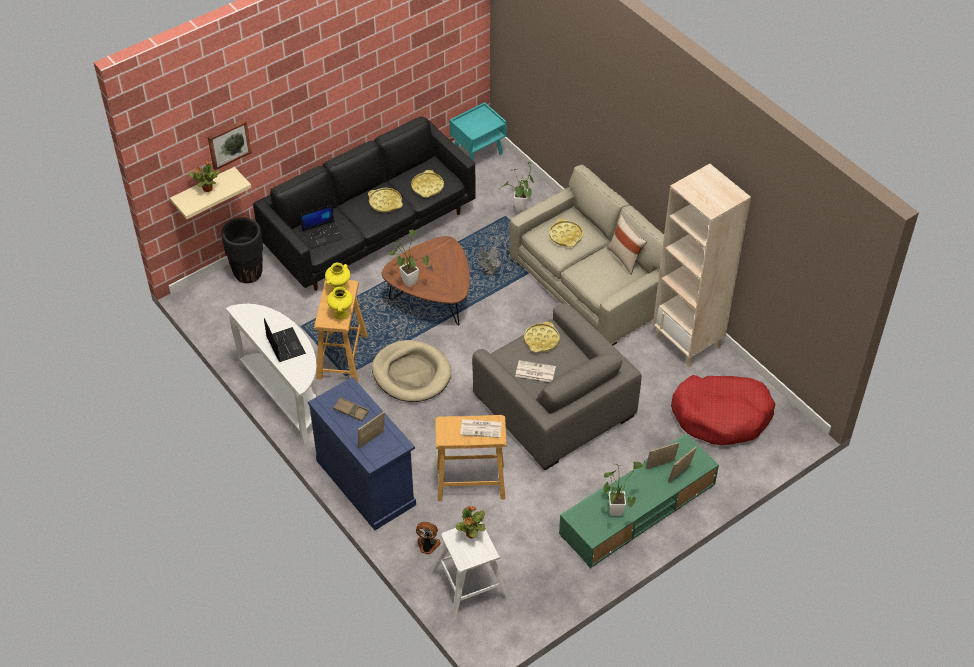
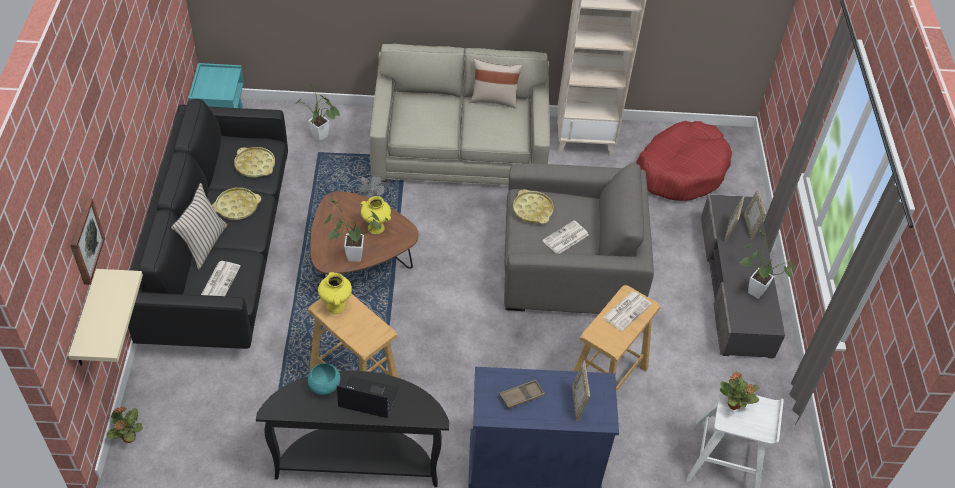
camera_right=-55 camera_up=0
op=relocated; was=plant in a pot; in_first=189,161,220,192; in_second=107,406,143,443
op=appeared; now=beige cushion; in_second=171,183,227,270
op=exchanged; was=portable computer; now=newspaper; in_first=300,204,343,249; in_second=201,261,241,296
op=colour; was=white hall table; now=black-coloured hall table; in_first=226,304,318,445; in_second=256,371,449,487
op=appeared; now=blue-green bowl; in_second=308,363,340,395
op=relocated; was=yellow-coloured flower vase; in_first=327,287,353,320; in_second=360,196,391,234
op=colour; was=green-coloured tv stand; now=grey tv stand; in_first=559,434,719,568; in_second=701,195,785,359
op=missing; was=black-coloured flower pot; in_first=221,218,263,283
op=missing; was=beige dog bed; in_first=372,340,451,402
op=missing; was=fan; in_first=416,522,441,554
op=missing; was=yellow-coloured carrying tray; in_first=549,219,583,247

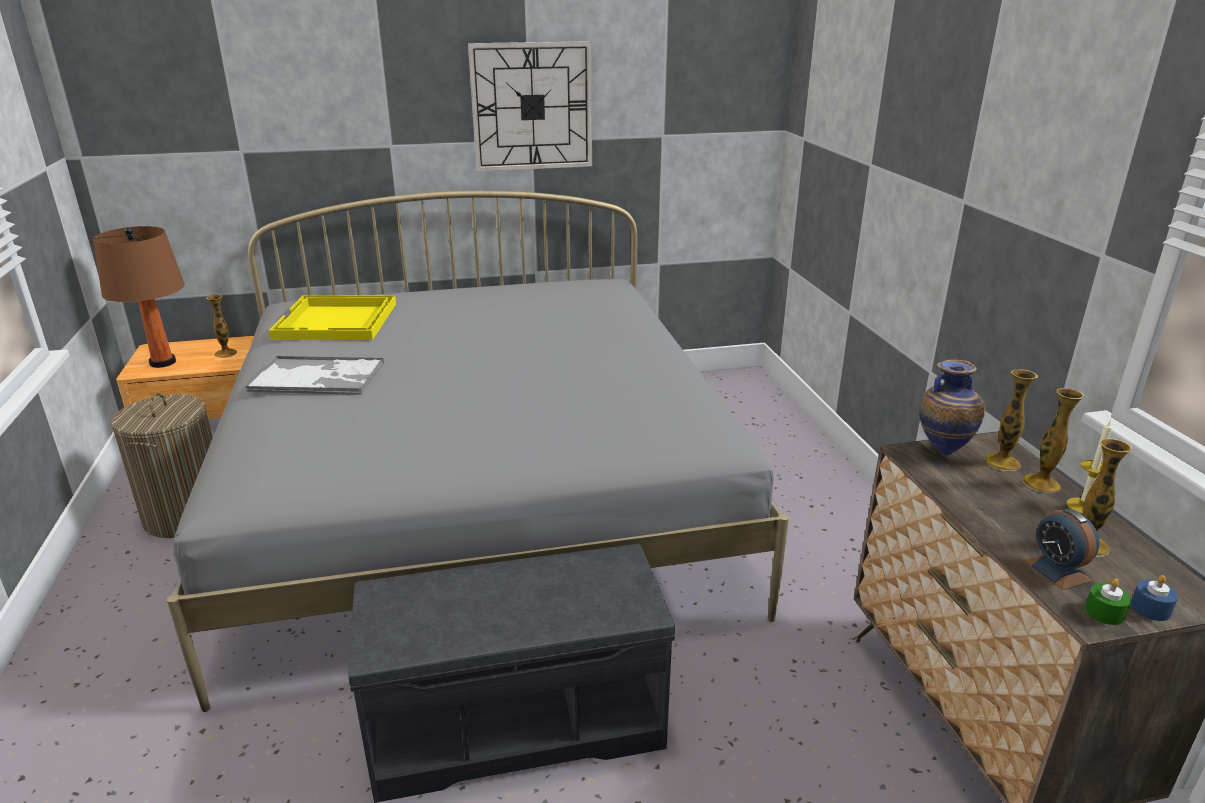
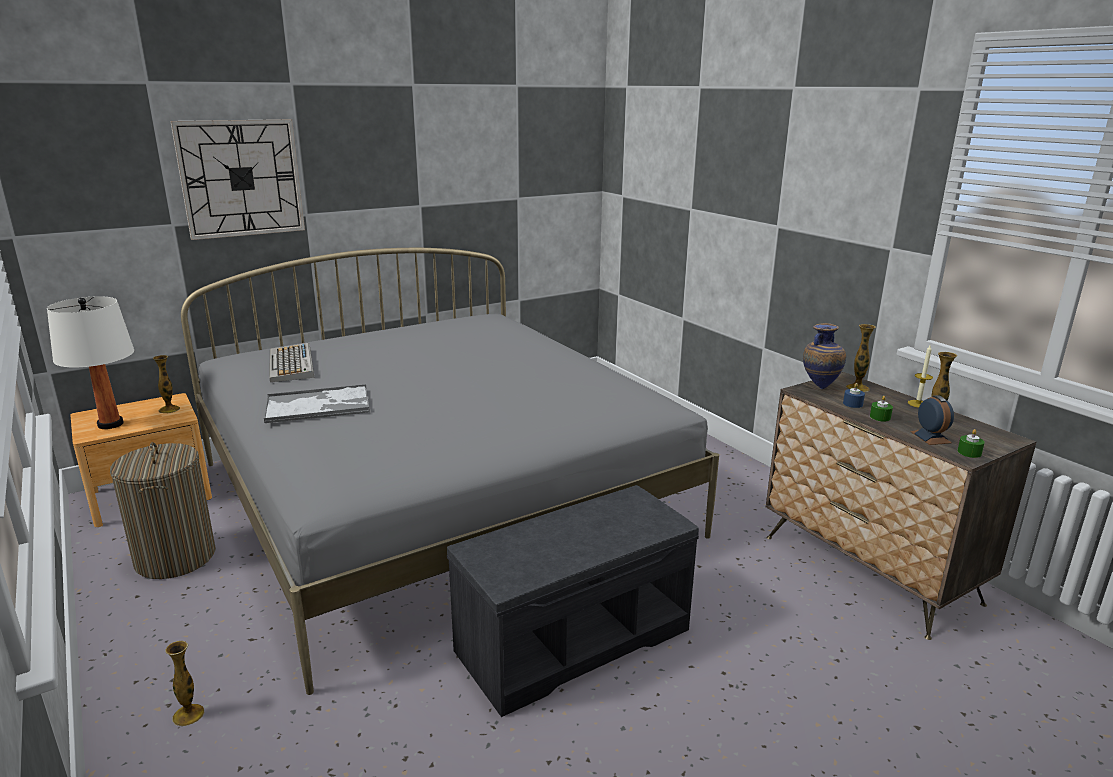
camera_right=-20 camera_up=-5
op=colour; was=brownish table lamp; now=white table lamp; in_first=93,226,185,368; in_second=47,296,134,429
op=relocated; was=flower vase; in_first=1022,388,1084,493; in_second=165,641,204,726
op=relocated; was=wall clock; in_first=468,41,592,172; in_second=170,119,305,240
op=exchanged; was=yellow-coloured carrying tray; now=keyboard; in_first=269,295,396,340; in_second=269,343,314,382
op=relocated; was=blue candle; in_first=1131,575,1178,621; in_second=843,383,865,408
op=appeared; now=green-coloured candle; in_second=870,396,893,422
op=spun; was=bedside clock; in_first=1024,508,1100,590; in_second=911,395,954,445; clockwise=-150

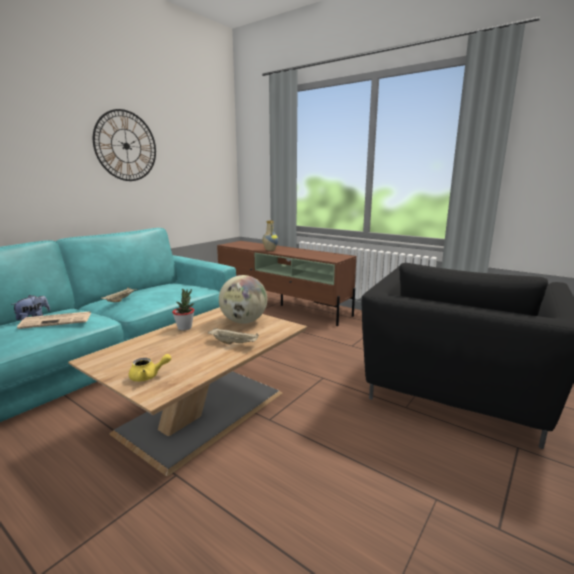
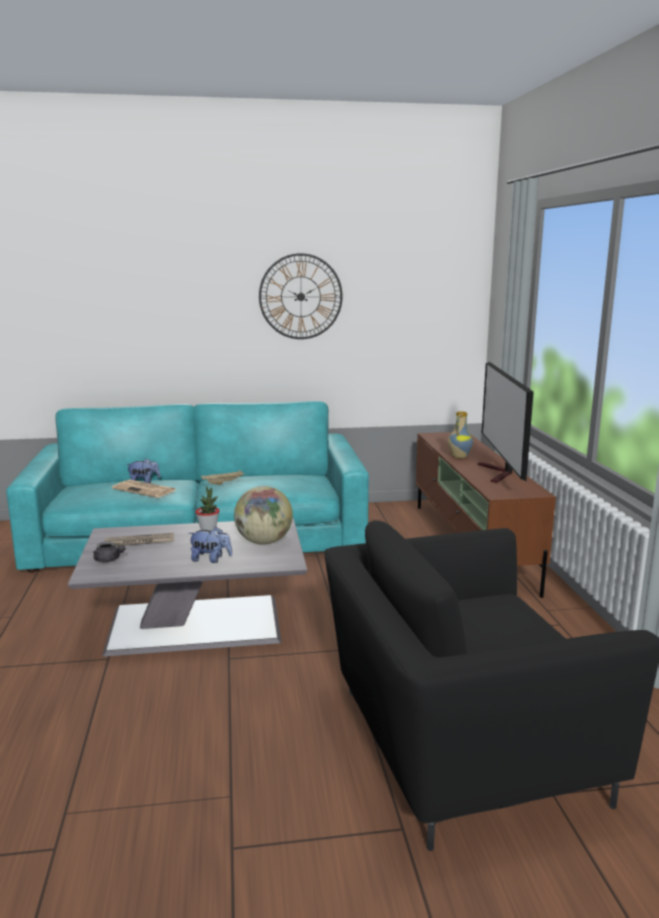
camera_right=45 camera_up=0
op=colour; was=brownish lounge table; now=grey lounge table; in_first=68,307,307,476; in_second=68,518,307,657
op=colour; was=yellow-coloured teapot; now=grey teapot; in_first=129,354,172,381; in_second=93,542,125,562
op=appeared; now=newspaper; in_second=104,533,174,546
op=exchanged; was=beige carrying tray; now=plush toy; in_first=208,328,259,345; in_second=189,527,232,563
op=appeared; now=television; in_second=478,362,534,483

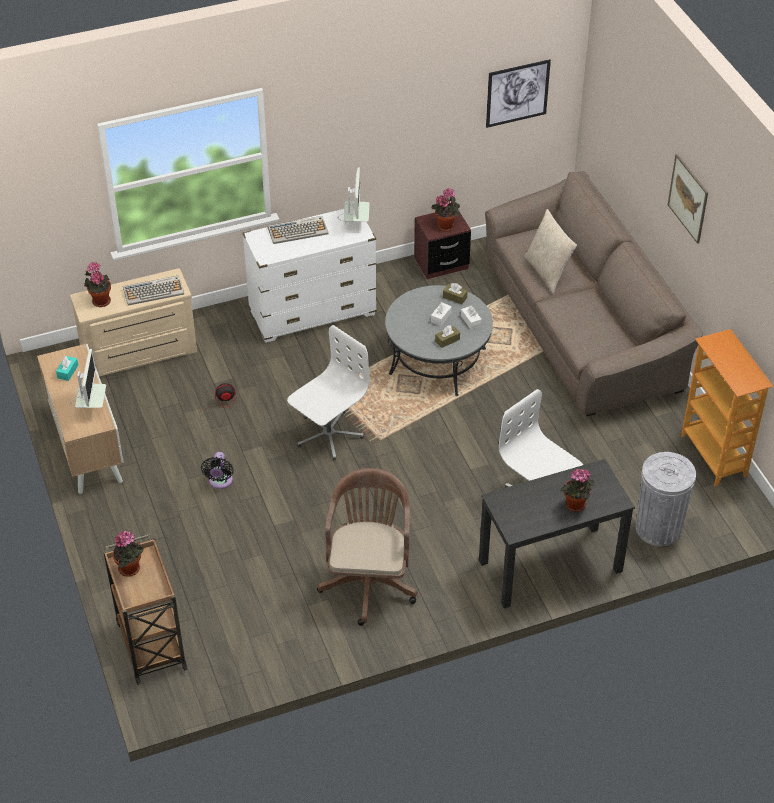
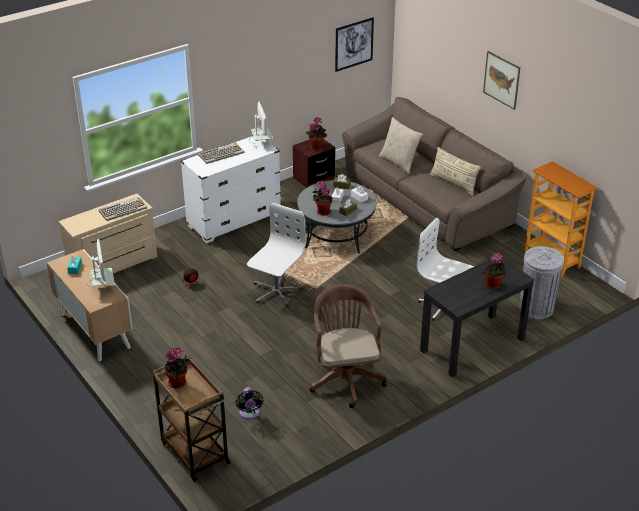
camera_right=-15 camera_up=-10
op=relocated; was=black-coloured fan; in_first=201,452,234,489; in_second=236,387,264,420
op=relocated; was=plant in a pot; in_first=84,262,111,307; in_second=313,181,333,216
op=appeared; now=beige cushion; in_second=430,147,481,195

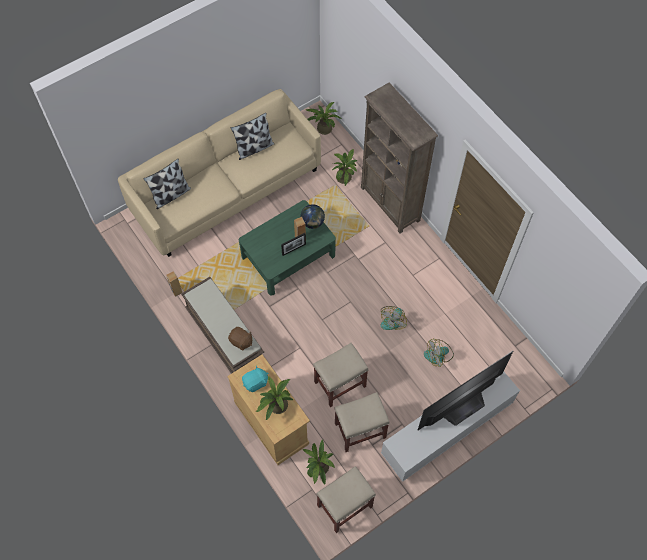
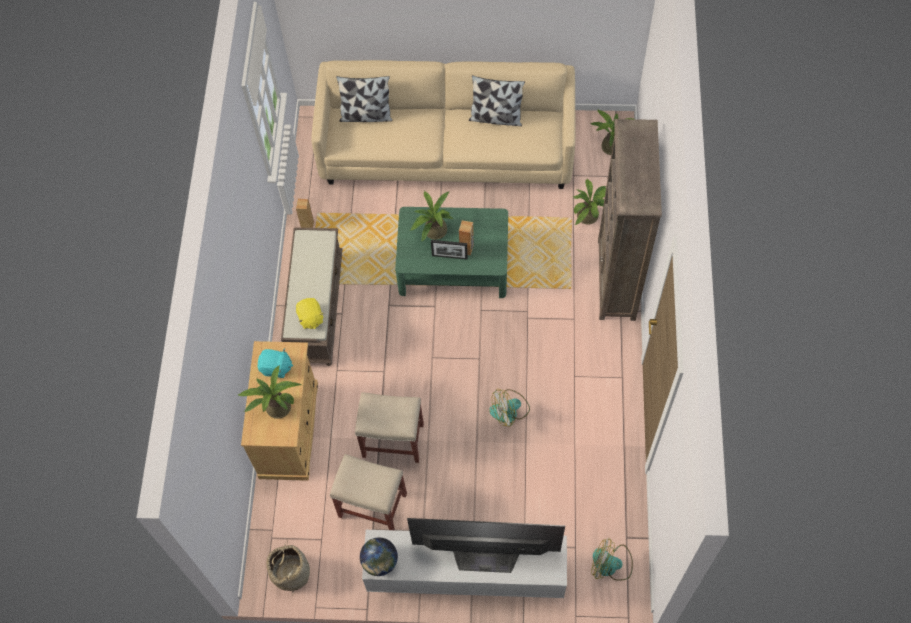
camera_right=40 camera_up=0
op=exchanged; was=beige stool; now=basket; in_first=317,466,376,533; in_second=266,539,310,595
op=colour; was=brownish plush toy; now=yellow-coloured plush toy; in_first=228,327,252,351; in_second=296,298,324,329
op=relocated; was=world globe; in_first=300,204,325,229; in_second=360,538,398,576
op=relocated; was=plant in a pot; in_first=303,440,335,485; in_second=411,191,453,242
op=relocated; was=fan; in_first=424,339,454,367; in_second=591,539,633,581

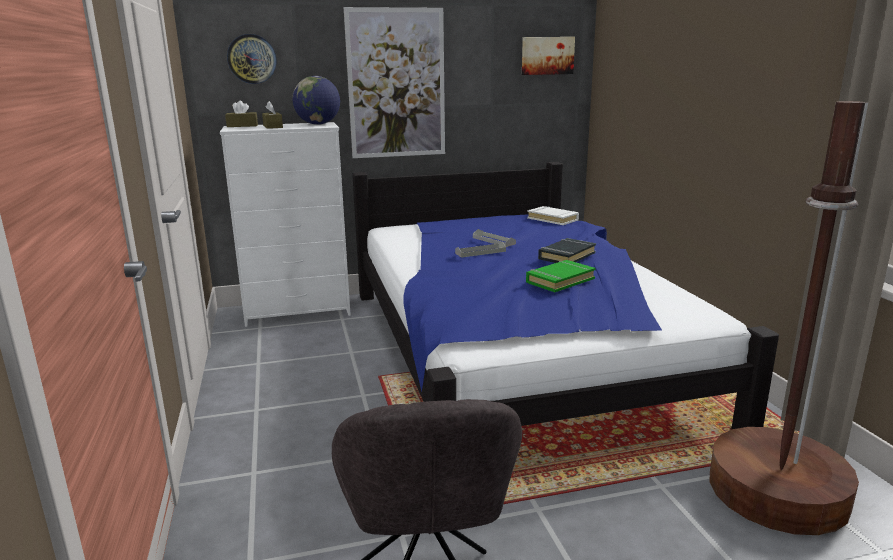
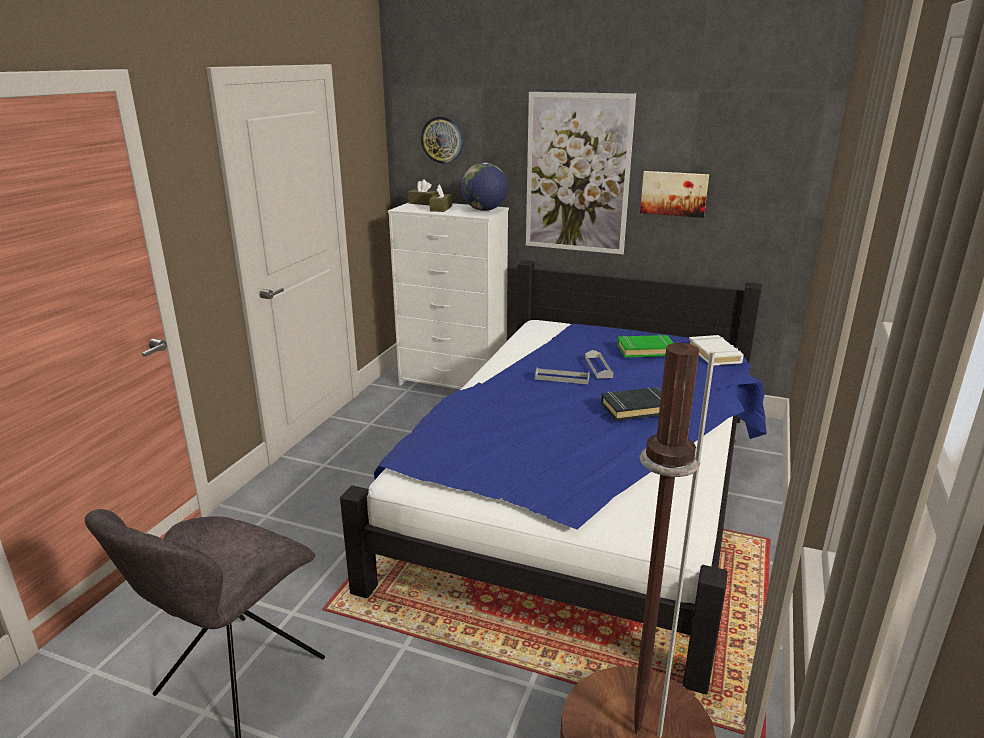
camera_right=35 camera_up=5
op=relocated; was=green-coloured volume; in_first=526,260,596,292; in_second=617,335,673,358
op=relocated; was=picture; in_first=522,37,575,75; in_second=640,171,709,218

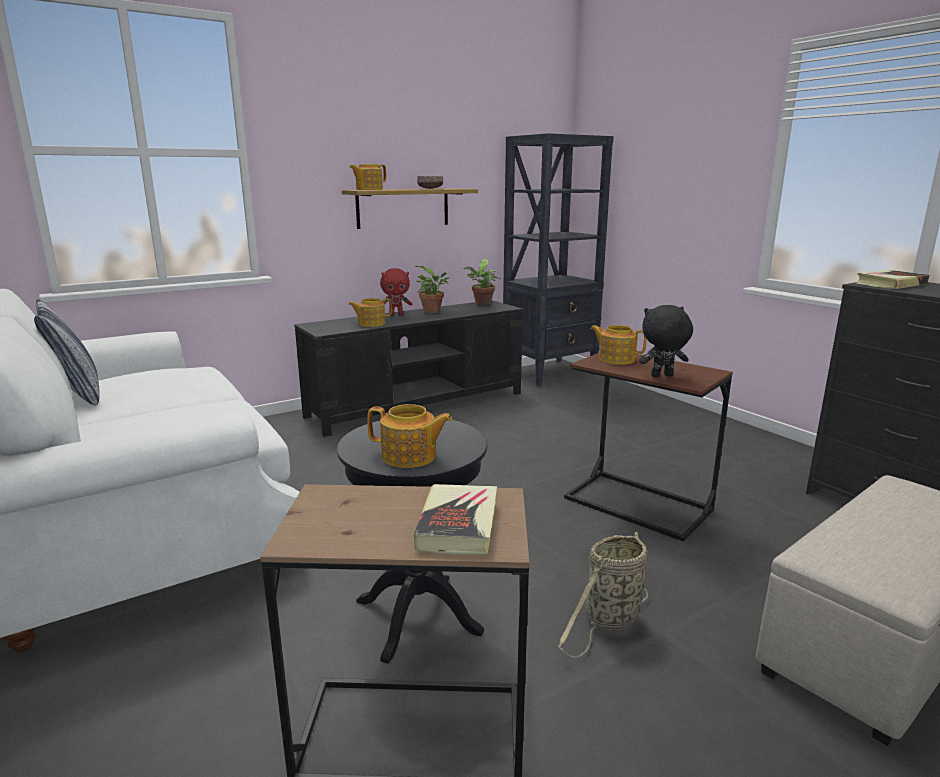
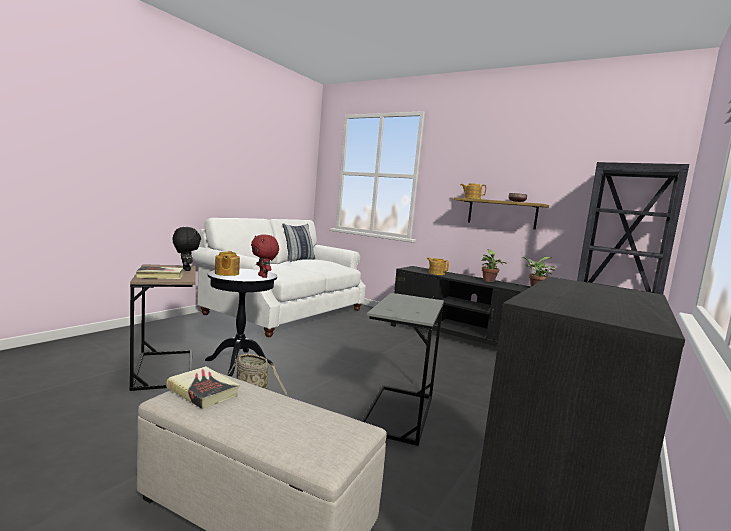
camera_right=65 camera_up=-10
op=relocated; was=volume; in_first=856,270,929,289; in_second=166,366,240,409
op=relocated; was=black-coloured plush toy; in_first=639,305,693,377; in_second=173,227,201,271
op=relocated; was=red plush toy; in_first=380,268,412,316; in_second=251,234,279,278
op=colour; was=brownish end table; now=grey end table; in_first=564,352,733,541; in_second=361,293,444,446
op=missing; was=teapot; in_first=590,325,647,365

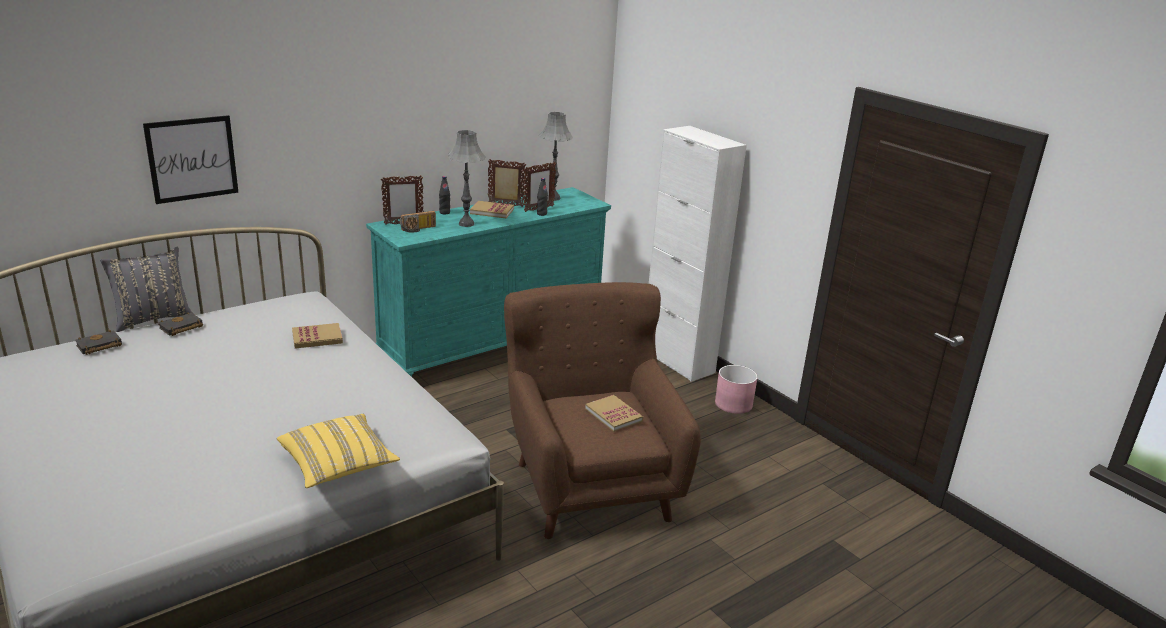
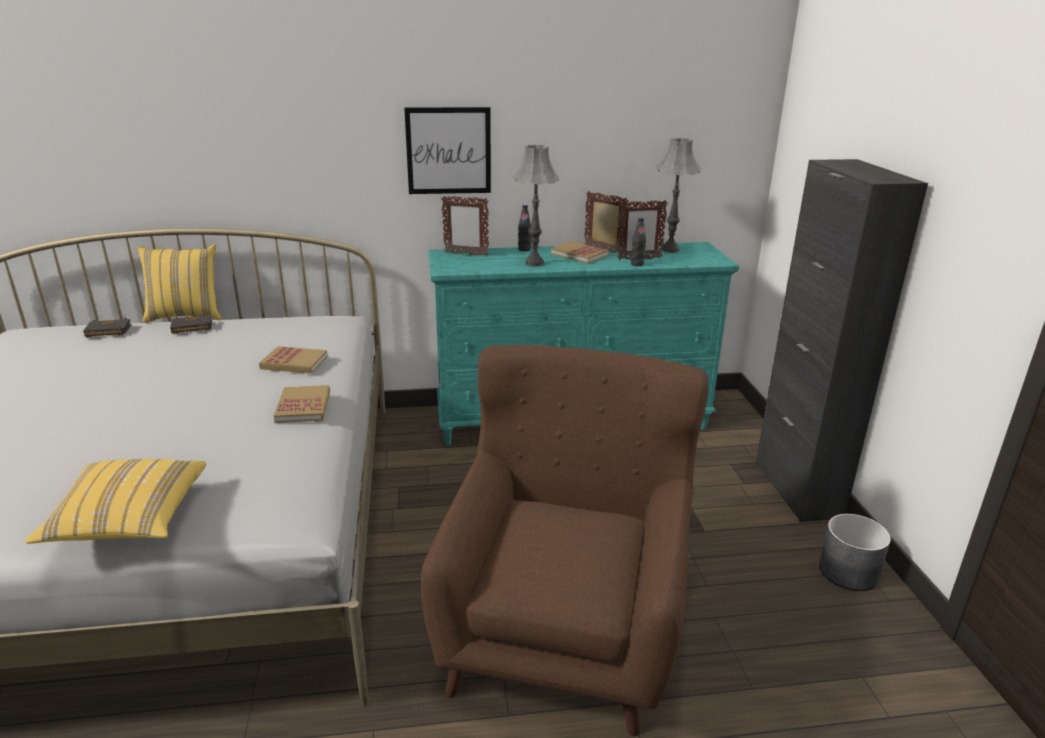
camera_right=30 camera_up=0
op=colour; was=grey cushion; now=yellow-coloured cushion; in_first=100,246,192,332; in_second=137,244,222,323
op=relocated; was=volume; in_first=585,395,643,432; in_second=274,385,330,423
op=relocated; was=picture; in_first=143,115,239,204; in_second=404,107,491,194
op=colour; was=white storage cabinet; now=black-coloured storage cabinet; in_first=649,126,747,382; in_second=756,159,928,522
op=colour; was=pink-coloured flower pot; now=grey flower pot; in_first=715,365,758,414; in_second=819,514,891,591
op=missing; was=radio set; in_first=400,211,436,232

